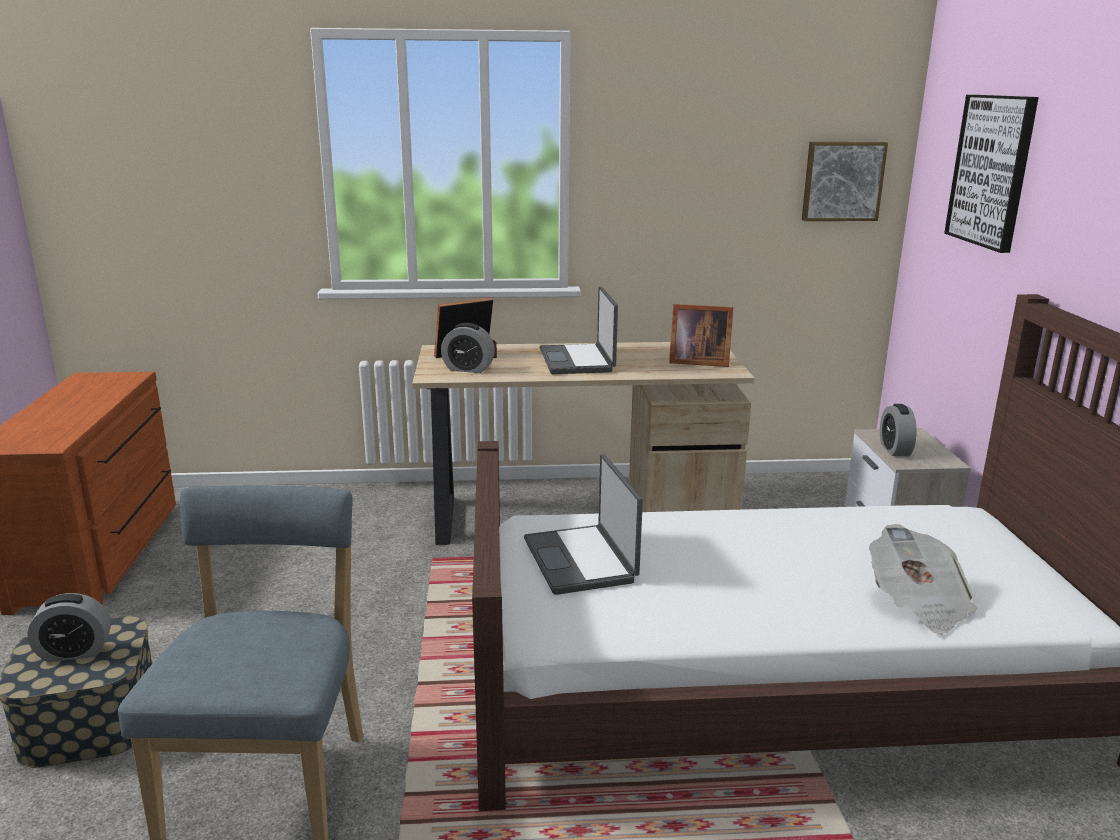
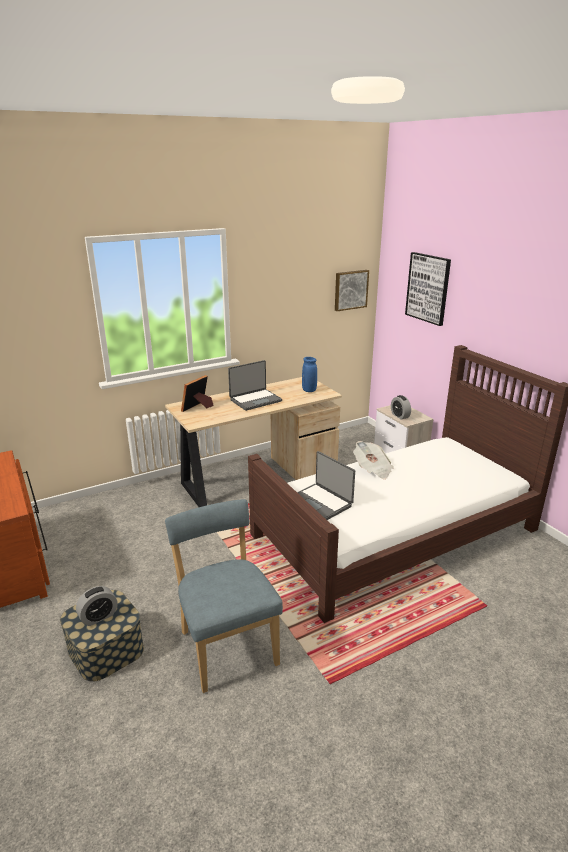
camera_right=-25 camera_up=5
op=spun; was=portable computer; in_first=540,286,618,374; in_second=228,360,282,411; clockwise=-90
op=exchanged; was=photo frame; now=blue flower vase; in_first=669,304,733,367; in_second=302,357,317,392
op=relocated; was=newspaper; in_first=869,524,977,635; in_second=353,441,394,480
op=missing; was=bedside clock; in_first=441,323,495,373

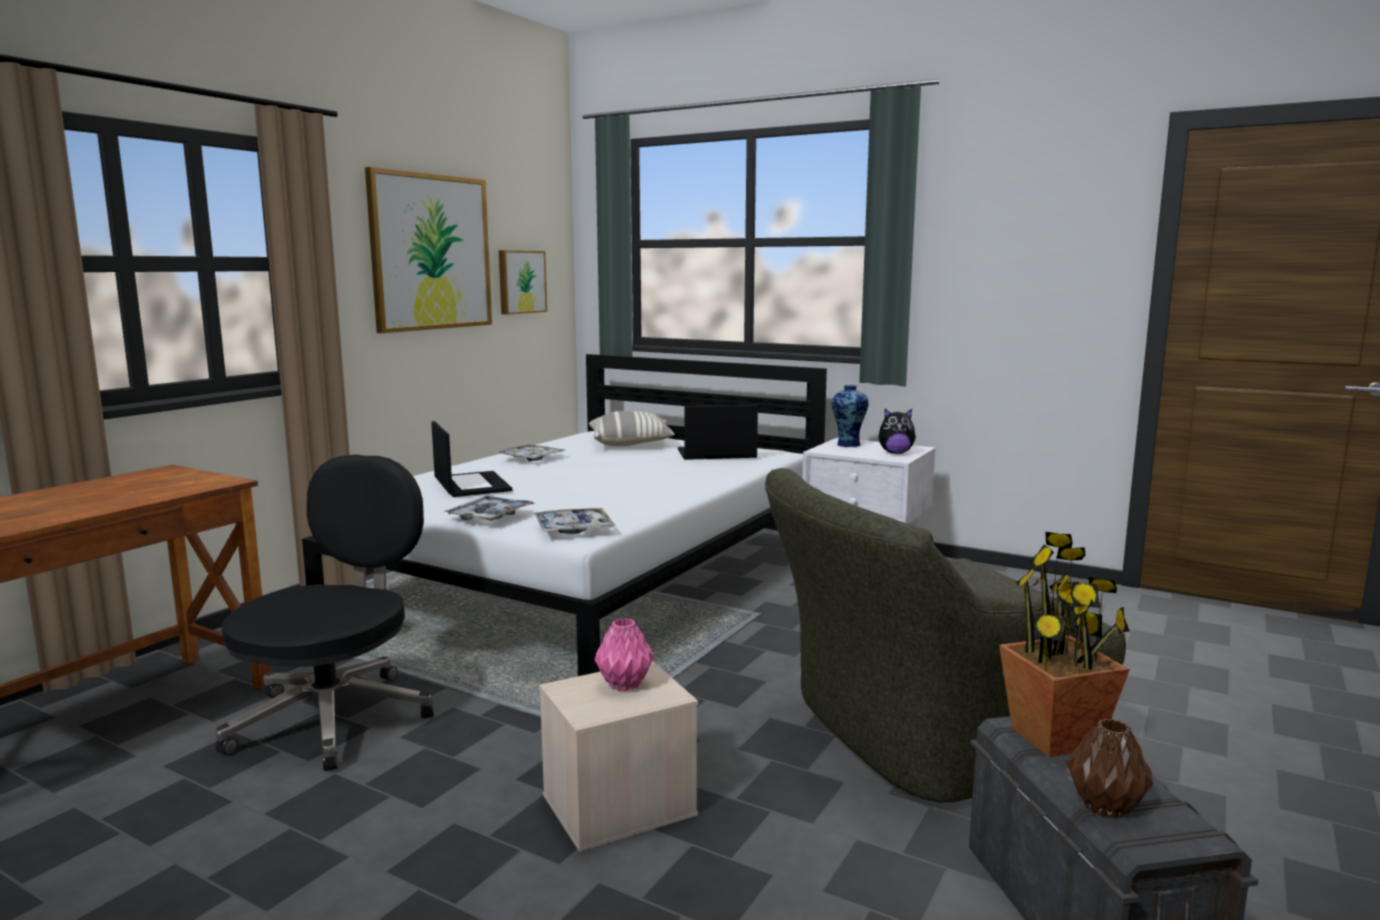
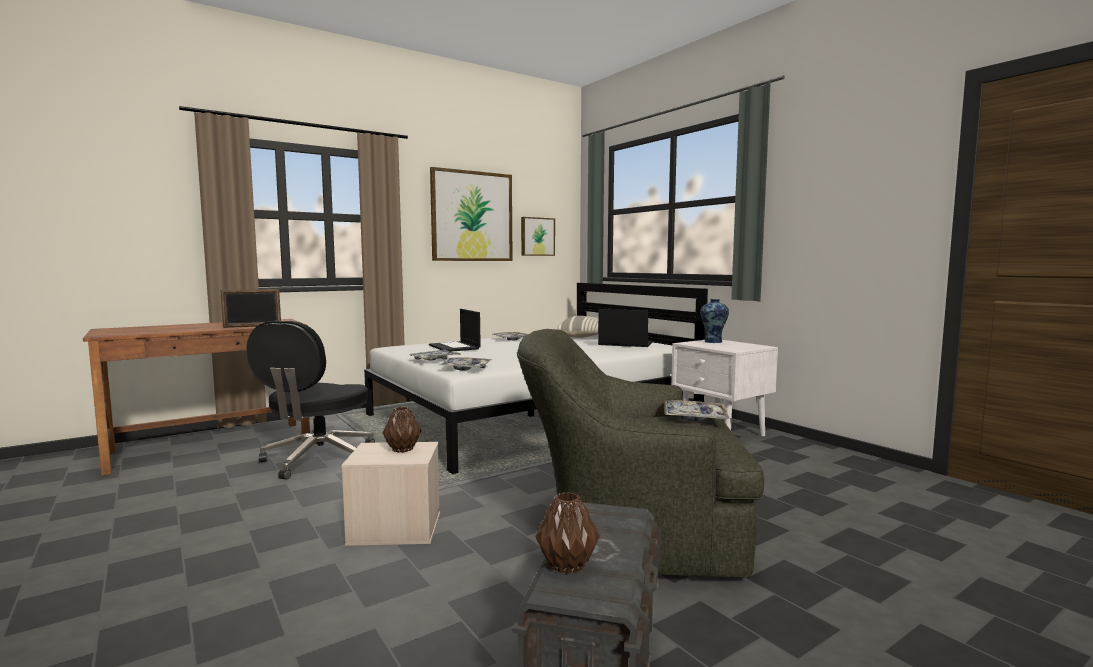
camera_right=25 camera_up=-5
op=appeared; now=photo frame; in_second=220,289,281,328
op=spun; was=black-coloured desk chair; in_first=215,454,434,771; in_second=246,321,375,480; clockwise=150
op=colour; was=pink-coloured flower vase; now=brownish flower vase; in_first=595,618,654,691; in_second=383,407,421,453
op=spun; was=portable computer; in_first=431,421,512,497; in_second=429,309,481,352; clockwise=150
op=appeared; now=carrying tray; in_second=665,400,729,421
op=missing; was=plush toy; in_first=879,409,916,454
op=missing; was=plant in a pot; in_first=999,532,1130,757

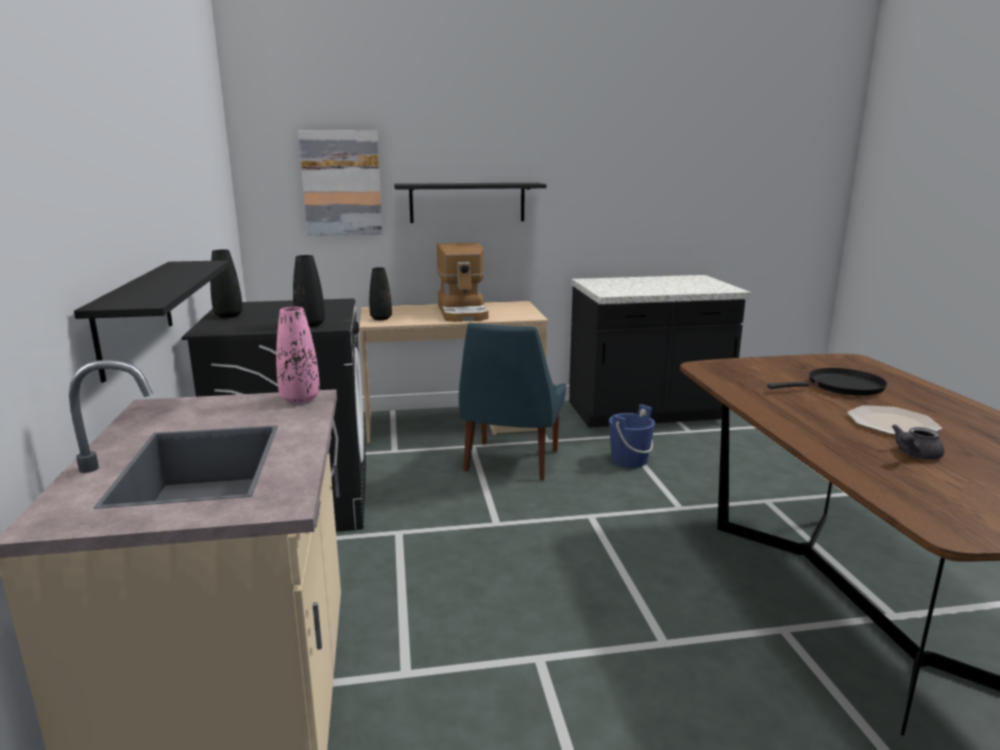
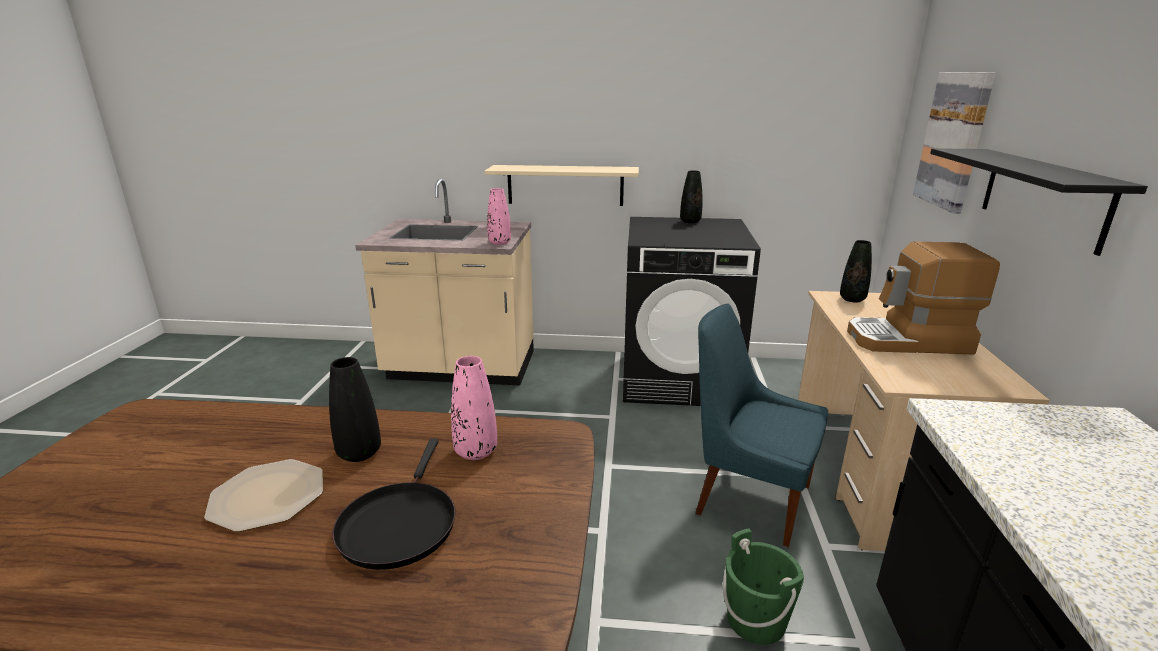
camera_right=105 camera_up=5
op=relocated; was=black-coloured flower vase; in_first=293,255,325,327; in_second=329,357,381,462
op=appeared; now=pink-coloured flower vase; in_second=451,356,497,460
op=colour; was=black-coloured shelf; now=beige shelf; in_first=74,260,230,383; in_second=484,165,639,206
op=colour; was=blue water bucket; now=green-coloured water bucket; in_first=609,404,655,468; in_second=723,528,804,645
op=missing; was=grey teapot; in_first=892,424,944,460

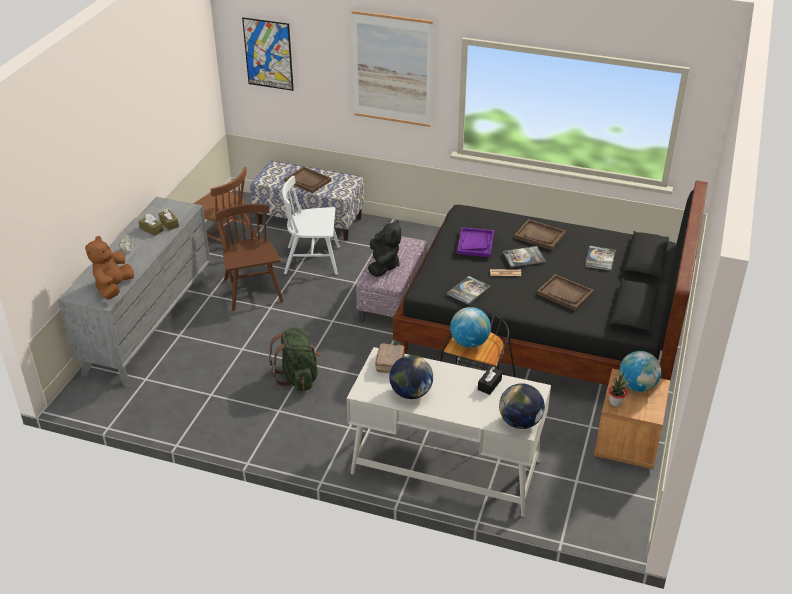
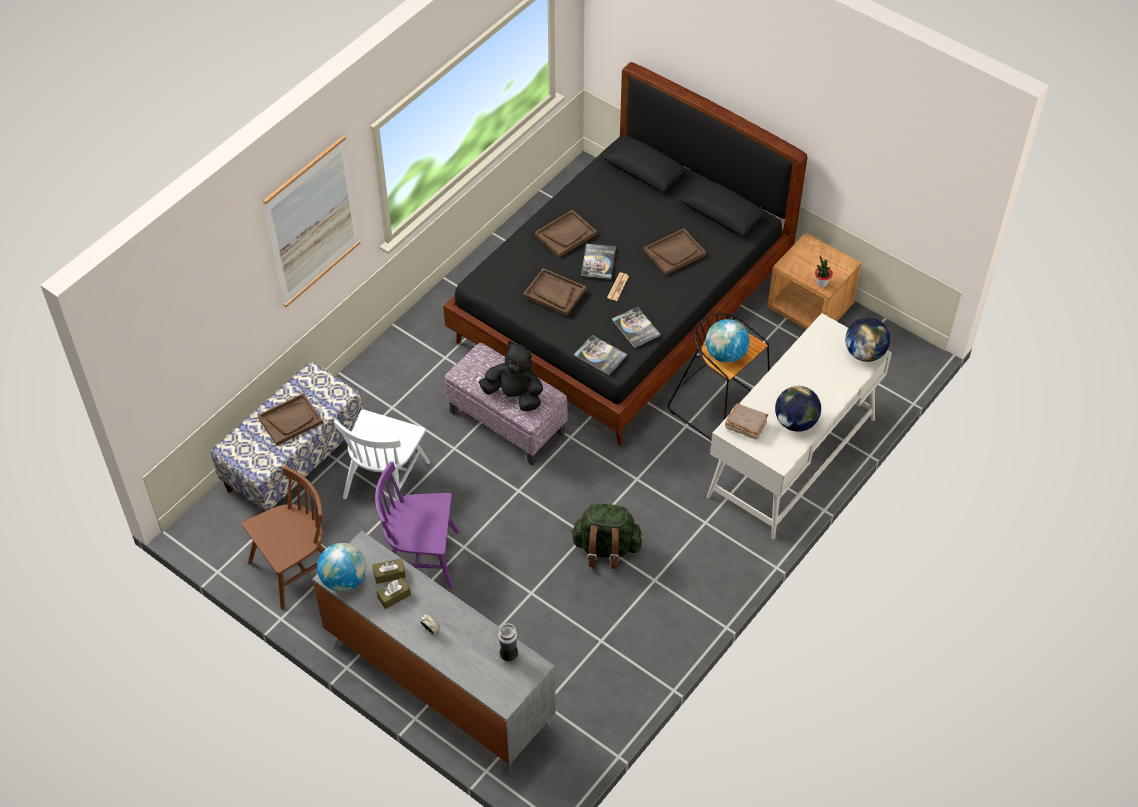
camera_right=-70 camera_up=15
op=relocated; was=world globe; in_first=619,351,661,392; in_second=317,543,366,592
op=colour; was=brownish chair; now=purplish chair; in_first=215,204,284,311; in_second=375,461,459,588
op=exchanged; was=brownish plush toy; now=flower vase; in_first=85,236,134,299; in_second=498,623,518,661
op=colour; was=purplish carrying tray; now=brownish carrying tray; in_first=457,227,494,257; in_second=523,268,586,316
op=relocated; was=volume; in_first=585,246,615,271; in_second=574,335,627,375
op=missing; was=picture; in_first=242,17,294,91
op=missing; was=black-coloured box of tissues; in_first=478,367,502,395

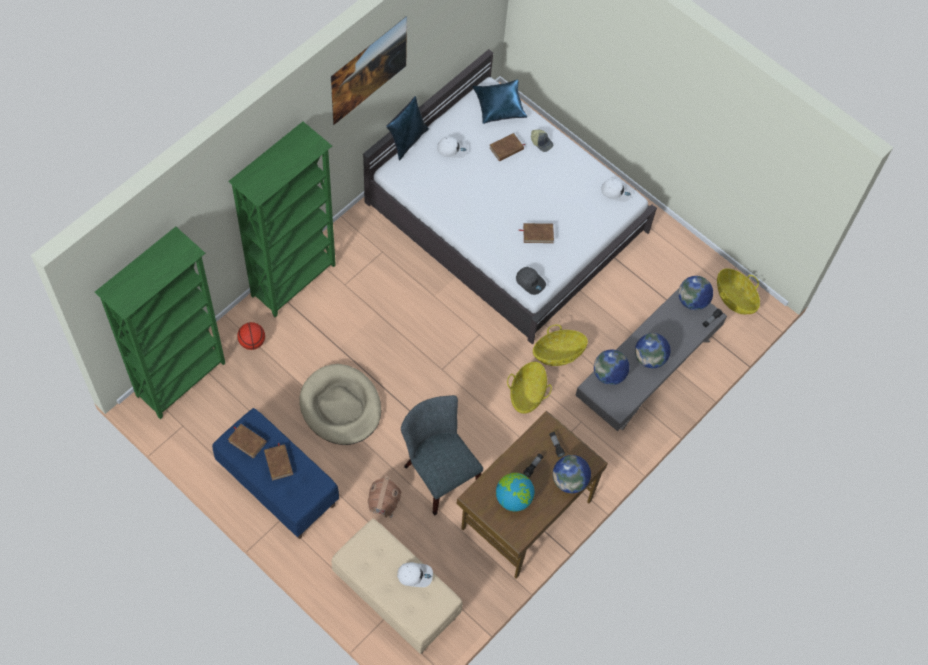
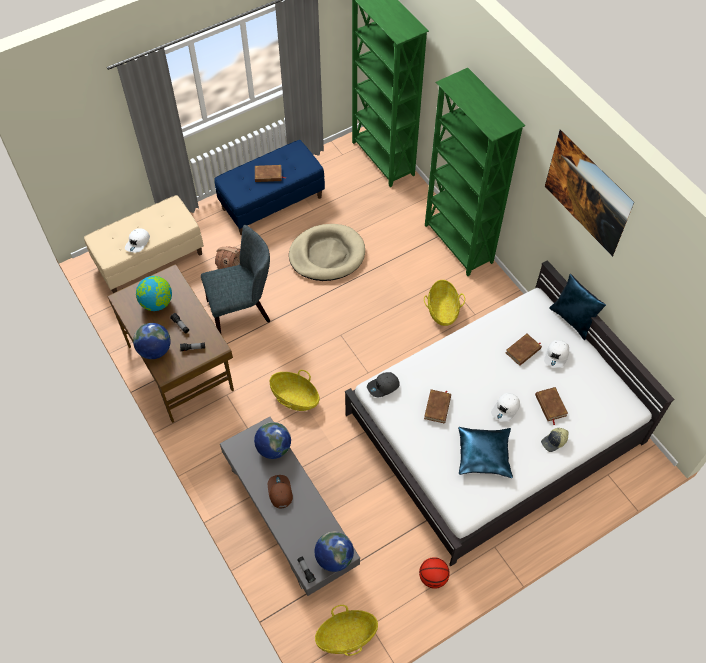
camera_right=110 camera_up=-5
op=exchanged; was=world globe; now=brownish peaked cap; in_first=635,333,671,368; in_second=268,475,293,509
op=relocated; was=basketball ball; in_first=237,322,265,350; in_second=419,557,450,589
op=relocated; was=basket; in_first=533,324,588,366; in_second=424,280,465,326
op=relocated; was=blue cushion; in_first=472,80,527,124; in_second=458,427,513,478
op=relocated; was=white peaked cap; in_first=601,179,633,202; in_second=491,393,520,422
op=relocated; was=brownish volume; in_first=228,424,267,459; in_second=506,334,542,366

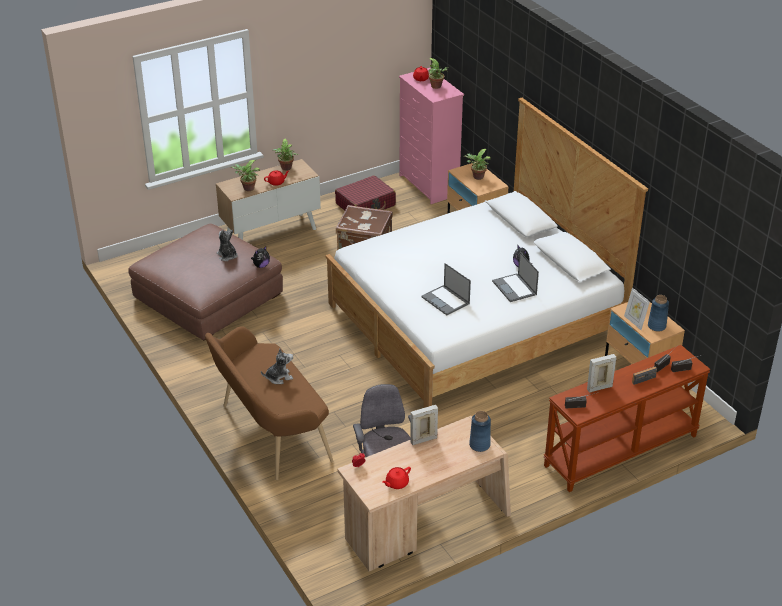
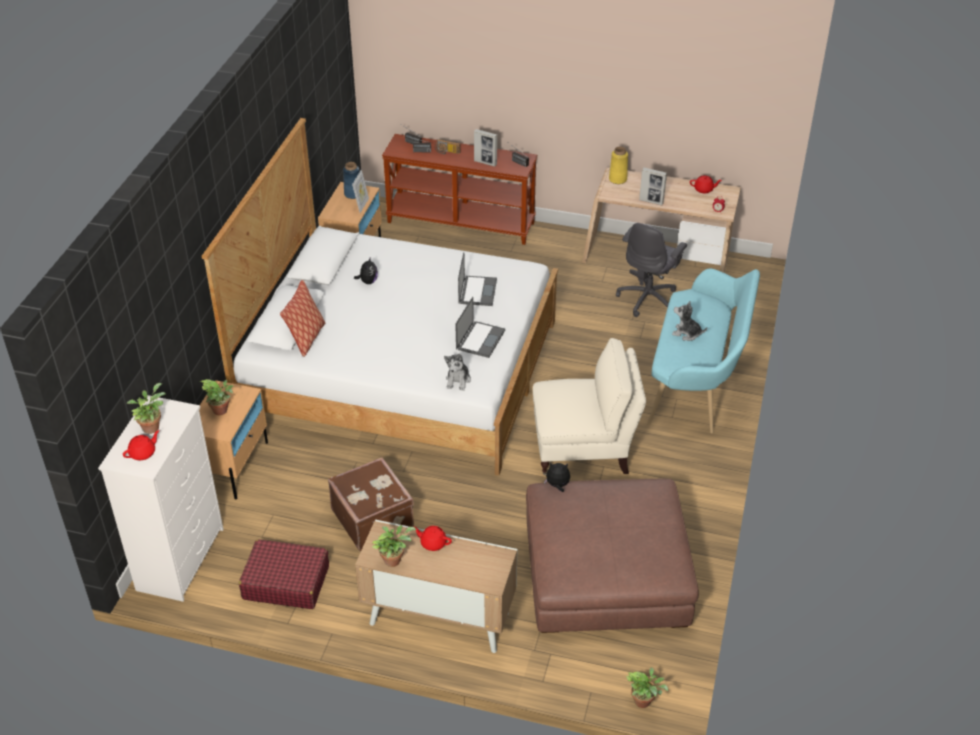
camera_right=-135 camera_up=5
op=colour; was=pink-coloured chest of drawers; now=white chest of drawers; in_first=399,68,464,204; in_second=98,395,223,602
op=appeared; now=cushion; in_second=280,280,325,357
op=relocated; was=plush toy; in_first=217,230,238,261; in_second=444,354,471,391
op=relocated; was=portable computer; in_first=492,252,539,302; in_second=455,297,505,358
op=appeared; now=beige lounge chair; in_second=533,338,646,476
op=colour; was=blue flower vase; now=yellow-coloured flower vase; in_first=469,411,491,452; in_second=609,147,628,184
op=relocated; was=plant in a pot; in_first=231,160,260,191; in_second=626,668,668,708
op=colour; was=brownish bench; now=blue-green bench; in_first=205,326,333,480; in_second=647,268,760,433

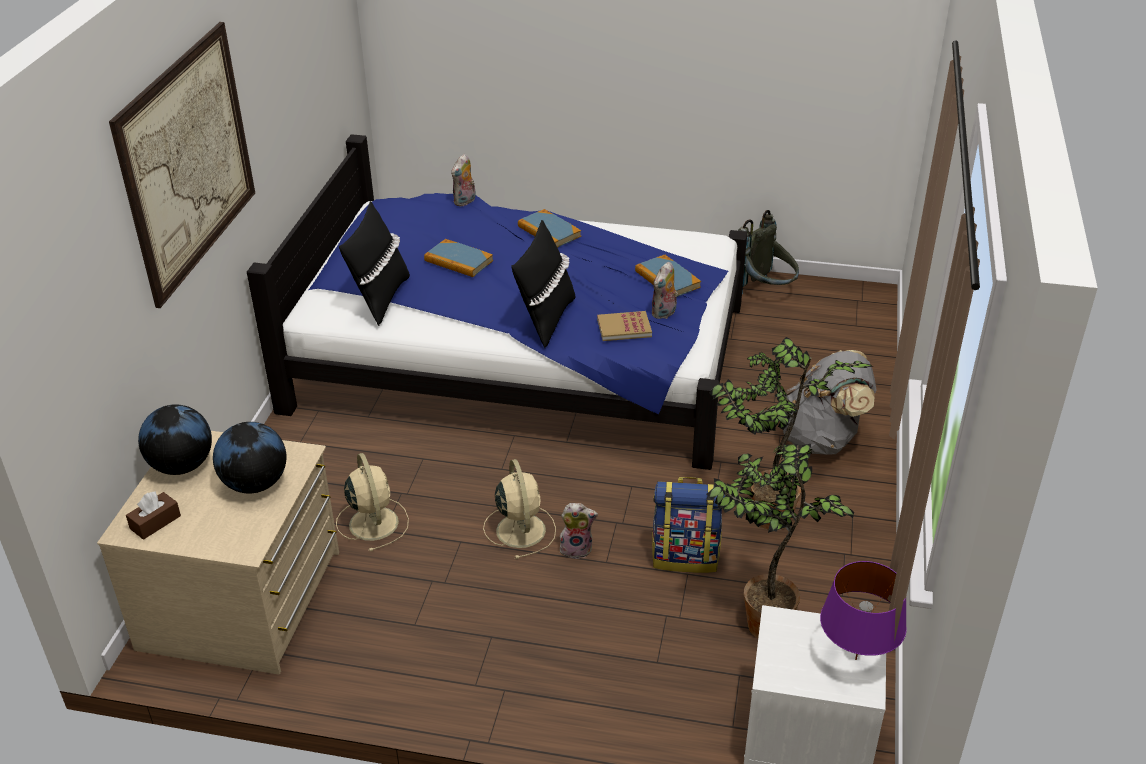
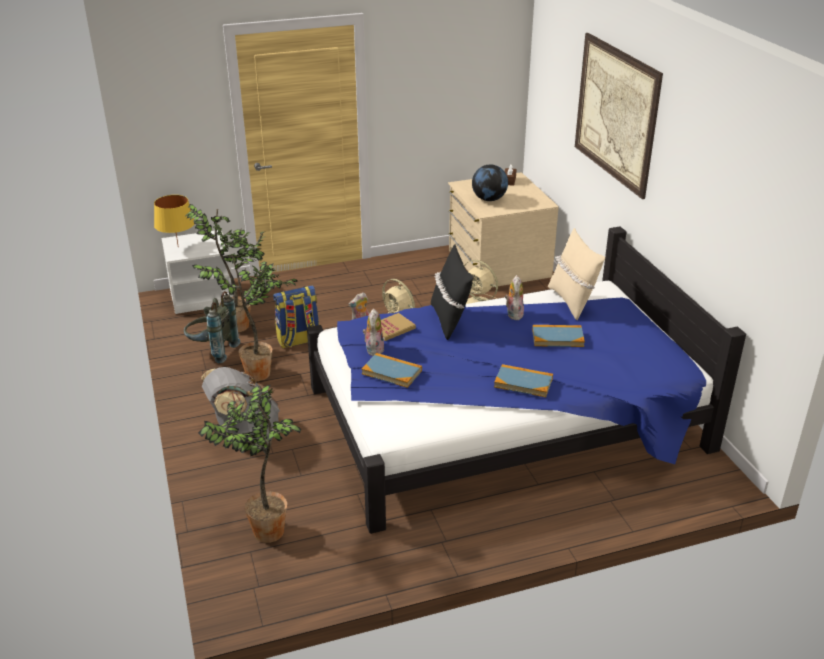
camera_right=150 camera_up=-5
op=colour; was=purplish table lamp; now=yellow-coloured table lamp; in_first=820,561,907,660; in_second=154,195,194,248
op=relocated; was=grey rucksack; in_first=738,210,799,294; in_second=184,291,240,364
op=appeared; now=plant in a pot; in_second=198,384,301,543
op=relocated; was=plush toy; in_first=451,154,476,207; in_second=505,275,524,320
op=colour; was=black-coloured cushion; now=beige cushion; in_first=339,201,410,326; in_second=548,228,605,320
op=missing; was=world globe; in_first=138,404,212,475

